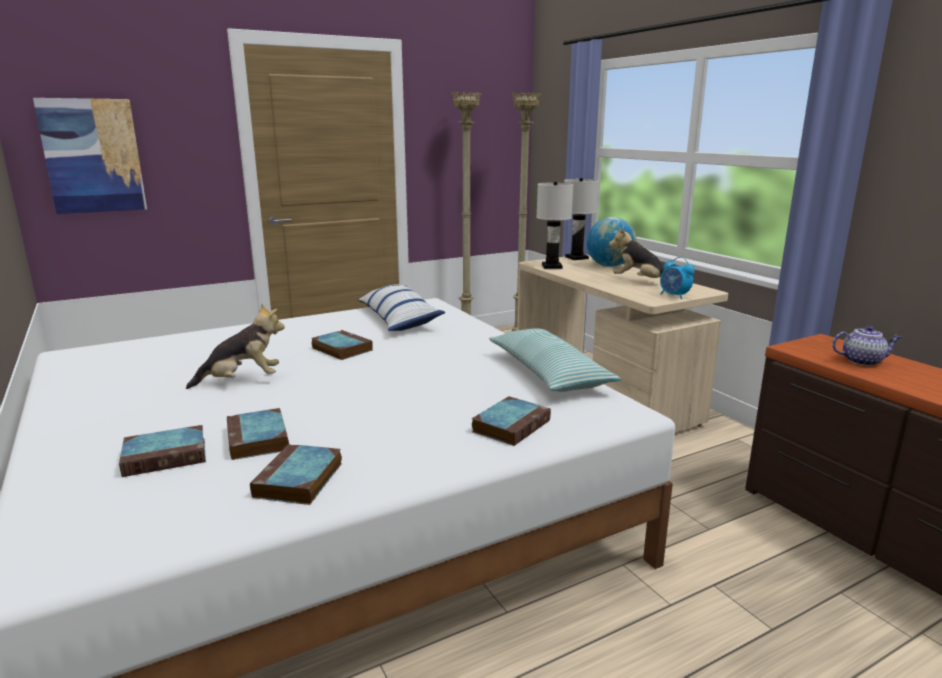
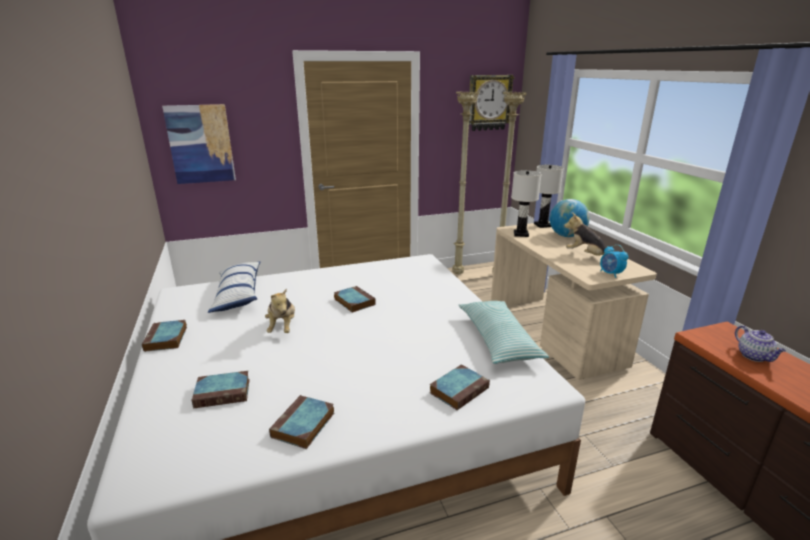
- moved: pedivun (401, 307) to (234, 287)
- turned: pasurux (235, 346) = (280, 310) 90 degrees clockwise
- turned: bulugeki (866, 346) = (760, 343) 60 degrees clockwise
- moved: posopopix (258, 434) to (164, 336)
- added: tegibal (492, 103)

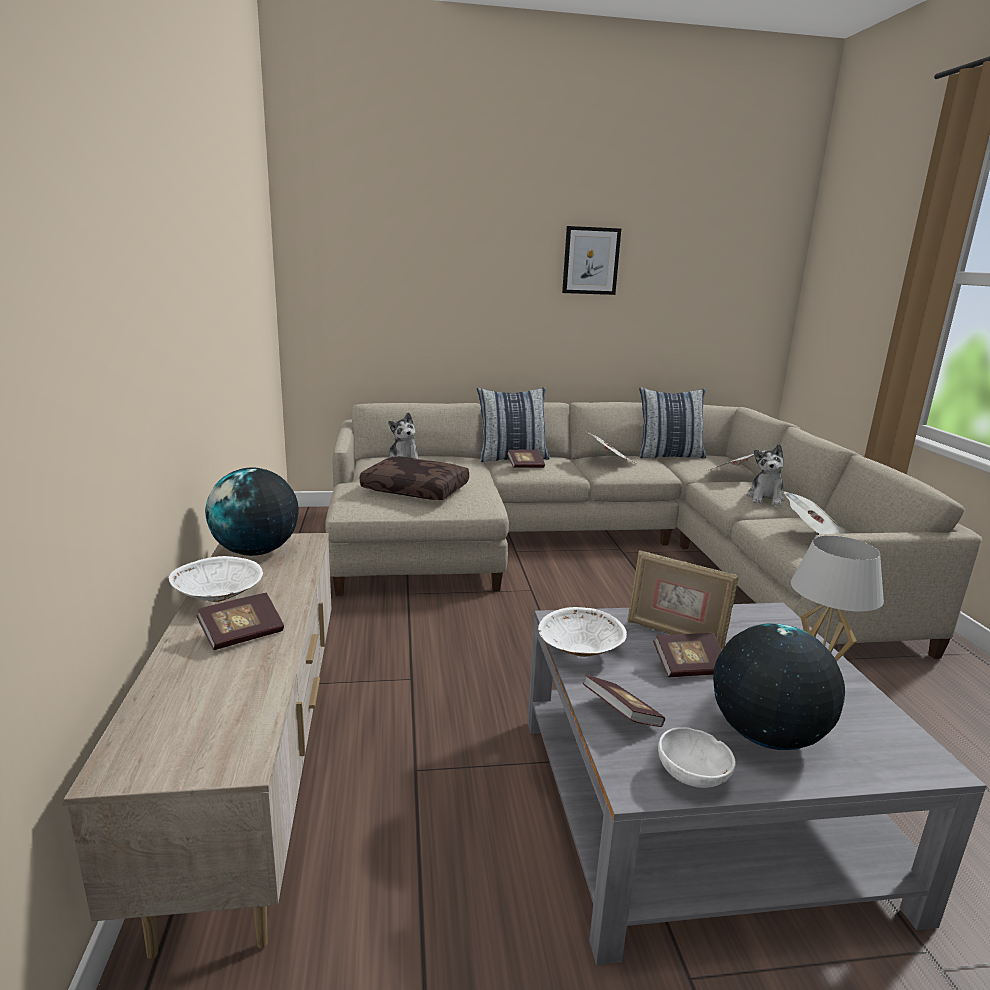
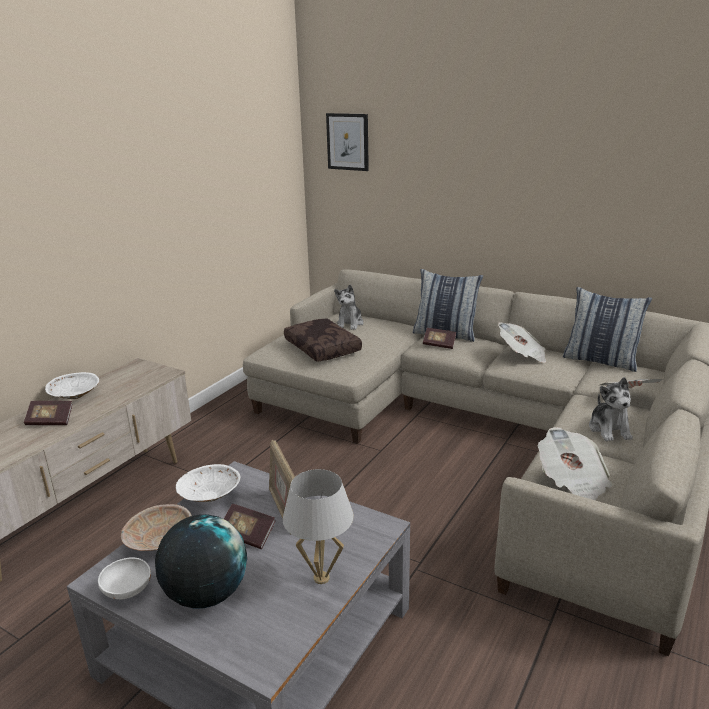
- moved: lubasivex (591, 260) to (347, 142)
- turned: pasurux (766, 475) = (611, 409) 60 degrees counterclockwise
- removed: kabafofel (252, 512)
- replaced: posopopix (624, 701) to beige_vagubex (156, 527)

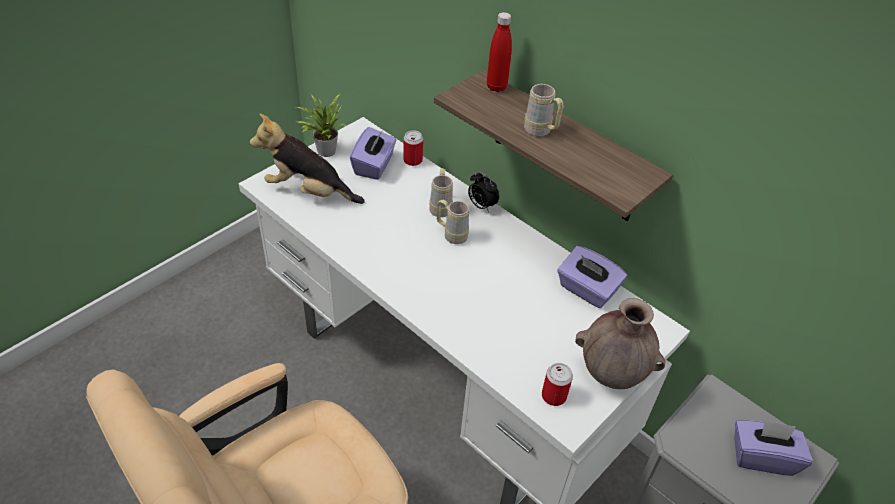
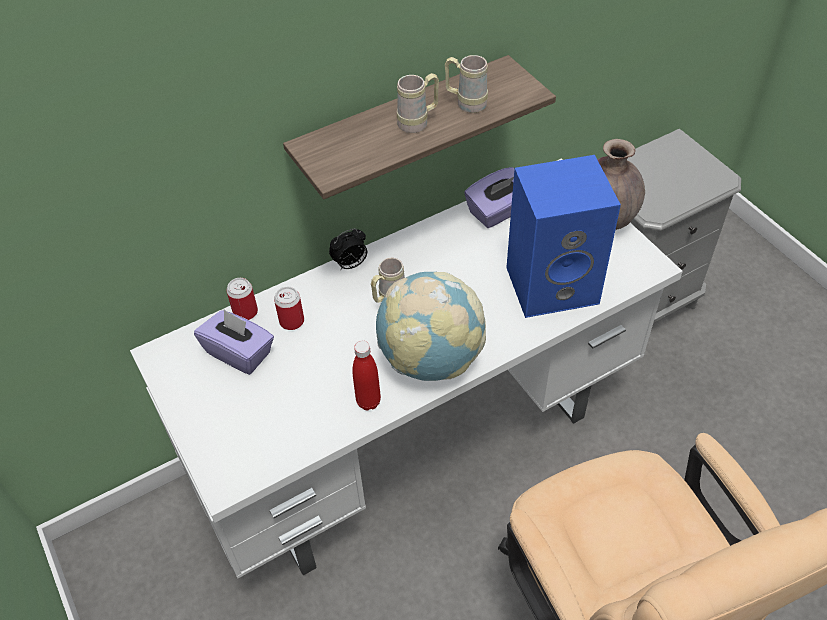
- moved: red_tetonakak (499, 52) to (366, 375)
- removed: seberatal (321, 125)
- removed: pasurux (307, 159)
- moved: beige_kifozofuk (441, 192) to (466, 84)
- moved: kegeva (557, 384) to (289, 308)
- removed: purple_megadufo (773, 448)
- added: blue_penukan (563, 236)
- added: kabafofel (431, 326)

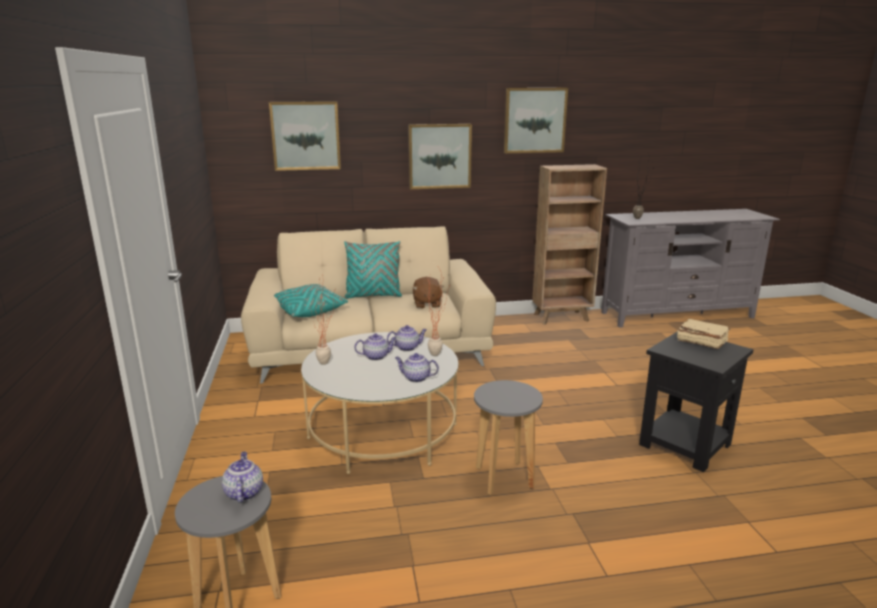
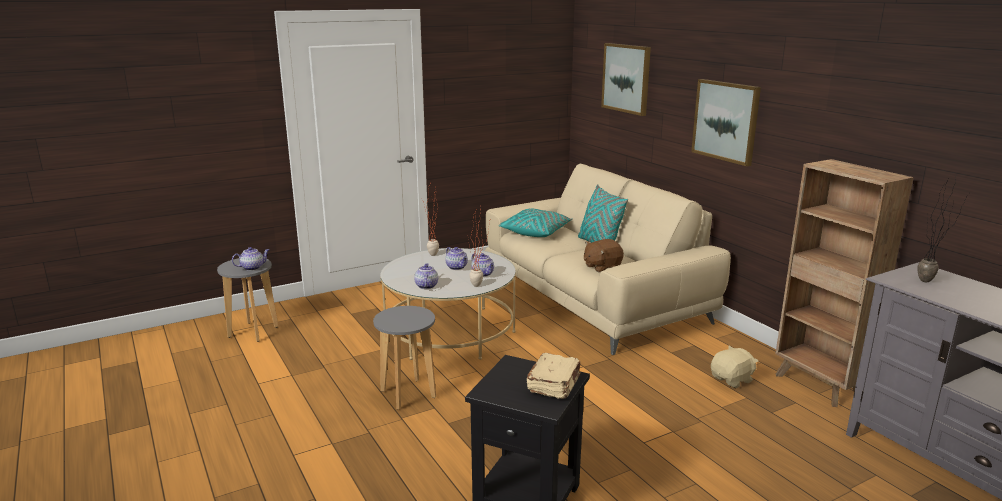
- removed: lubasivex (536, 120)
- added: beige_pasurux (734, 367)

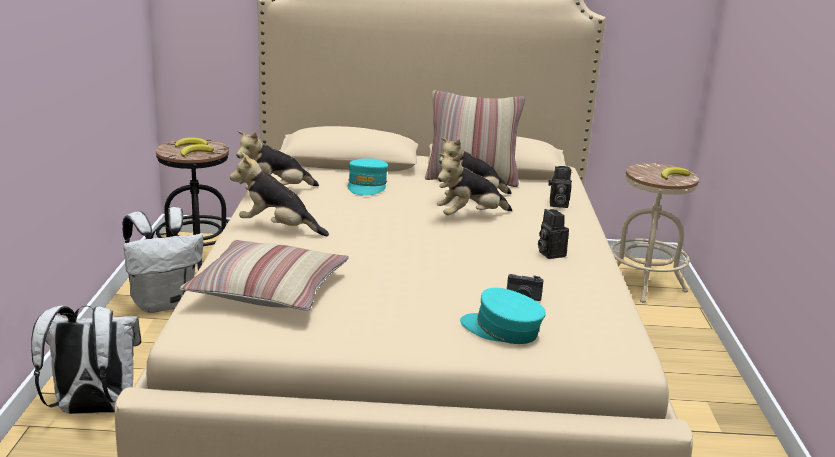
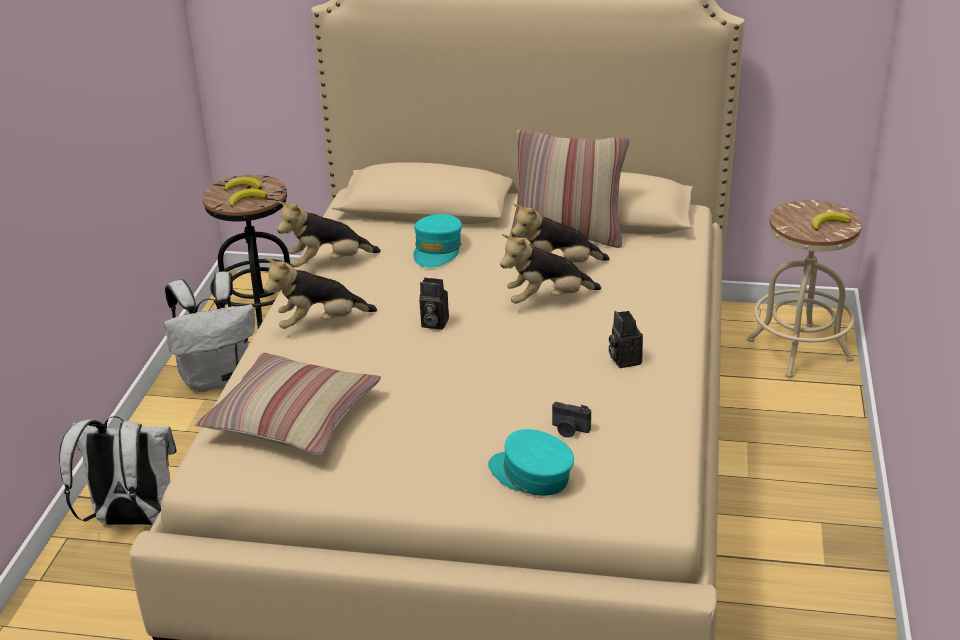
- turned: pasurux (279, 194) = (320, 293) 45 degrees counterclockwise
- moved: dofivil (560, 187) to (434, 304)

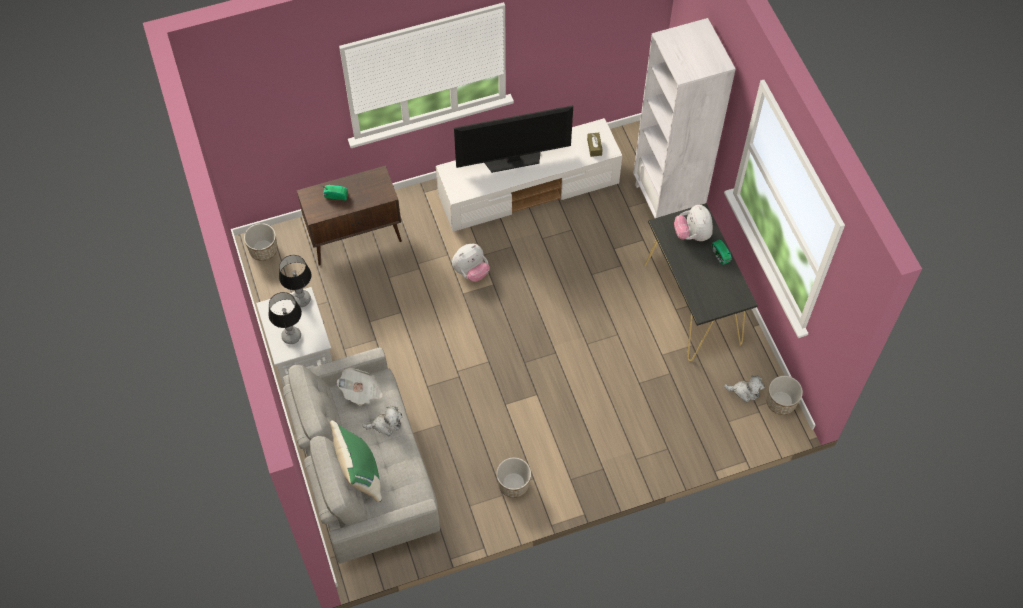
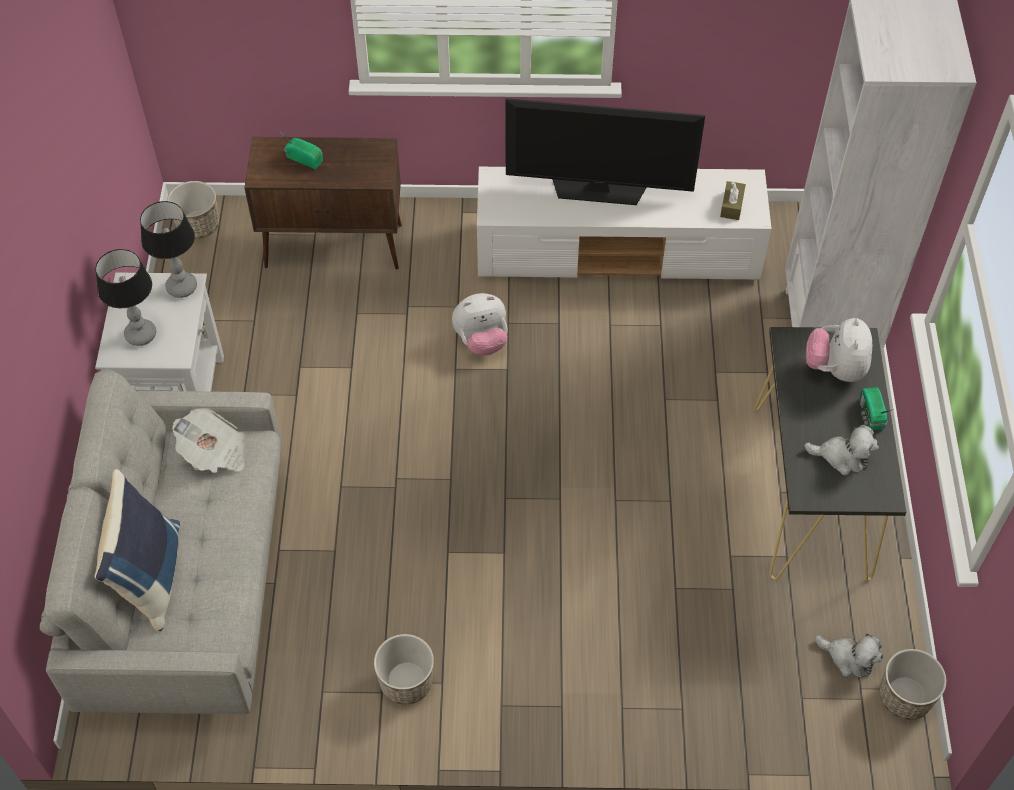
- moved: pasurux (382, 421) to (841, 450)
- recoloured: green_pedivun (356, 461) to blue_pedivun (137, 550)

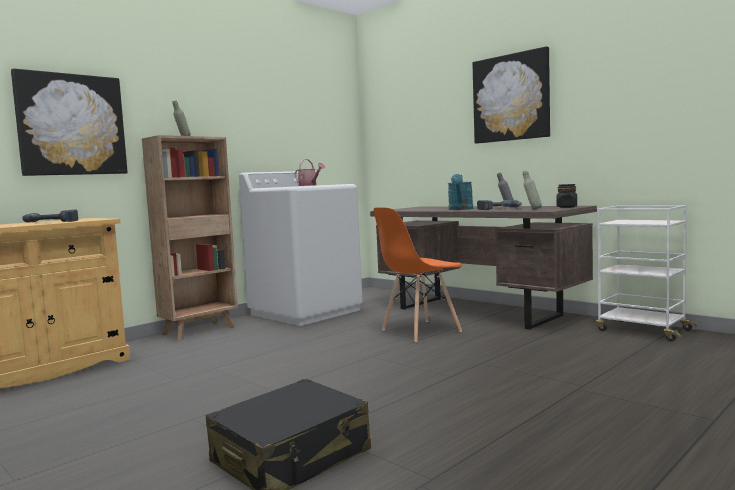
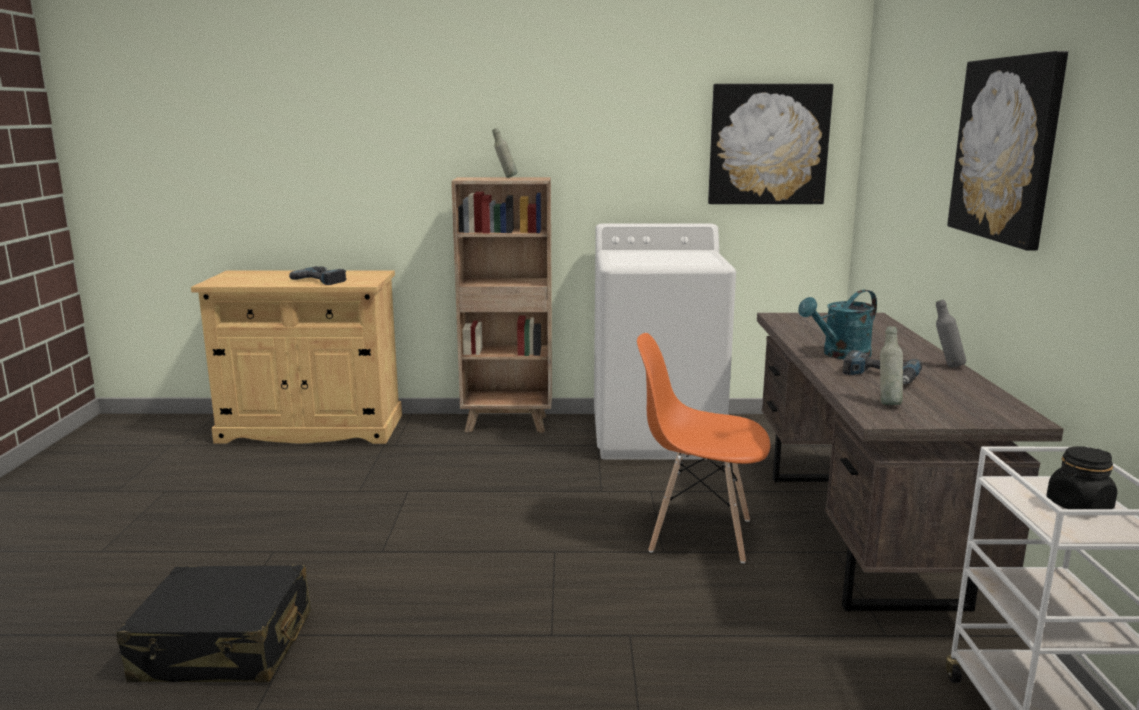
- moved: lubasivex (69, 122) to (770, 144)
- removed: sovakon (309, 172)
- moved: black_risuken (567, 196) to (1082, 477)

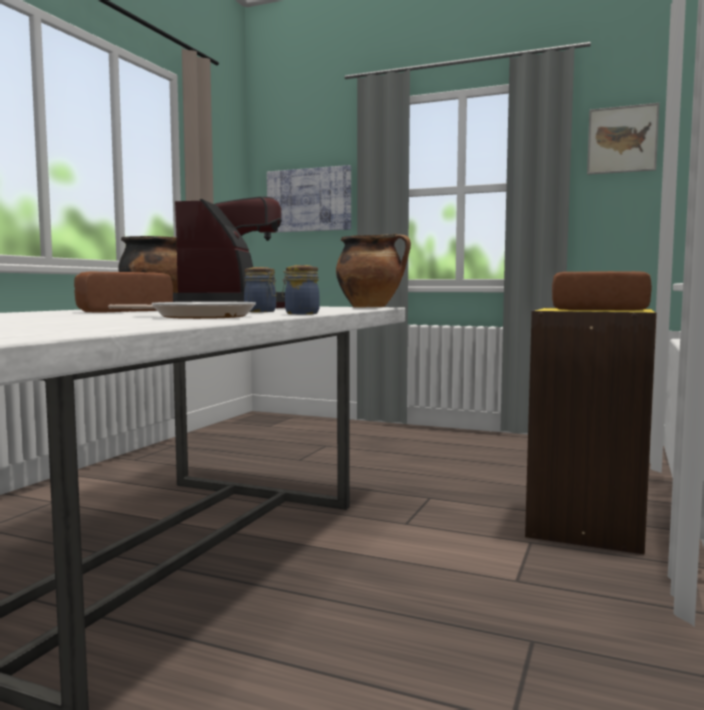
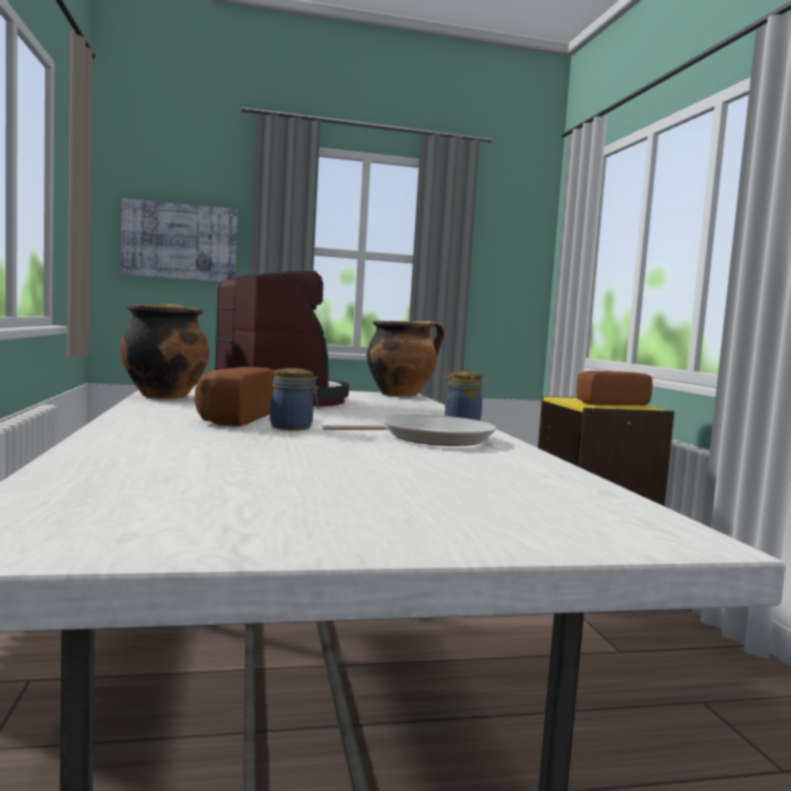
- removed: lubasivex (623, 139)
- moved: risuken (260, 289) to (294, 399)

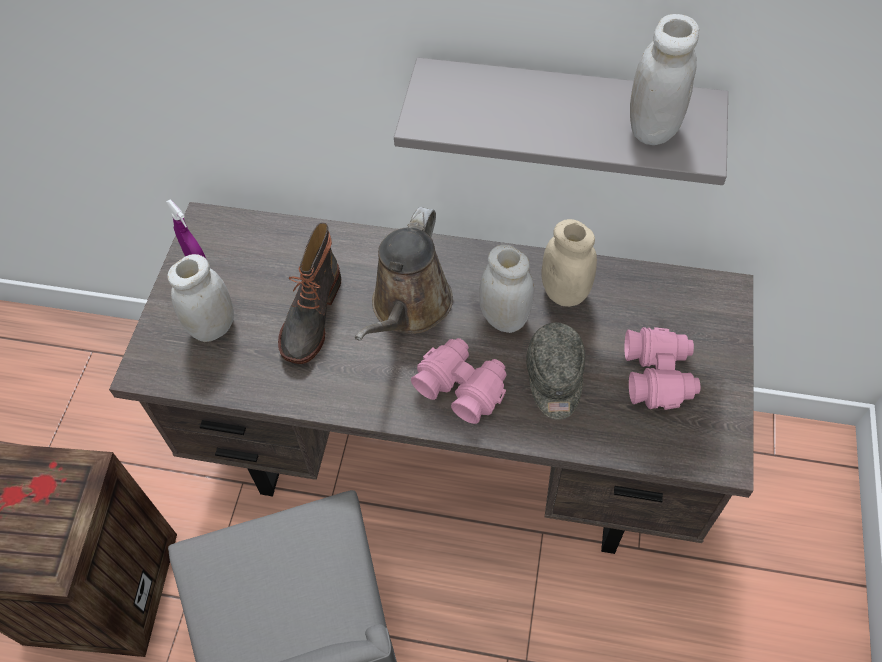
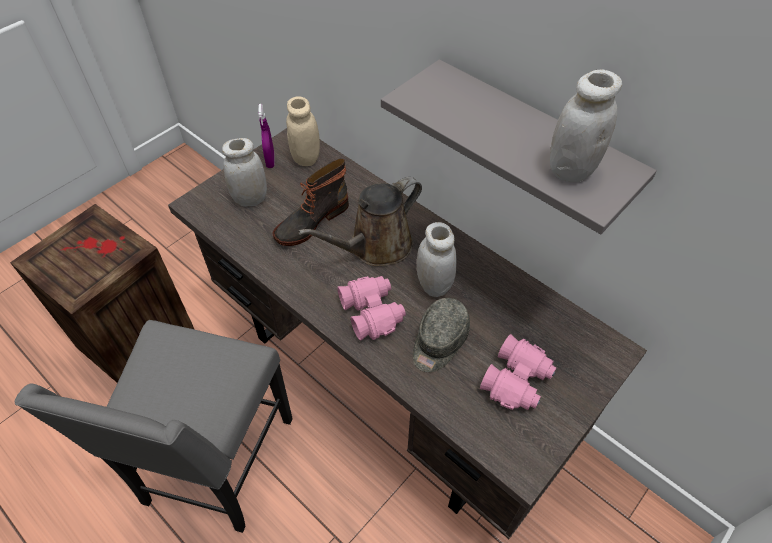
- moved: beige_risuken (569, 263) to (303, 131)

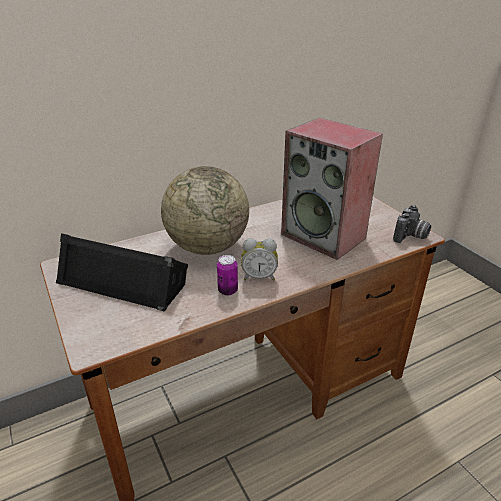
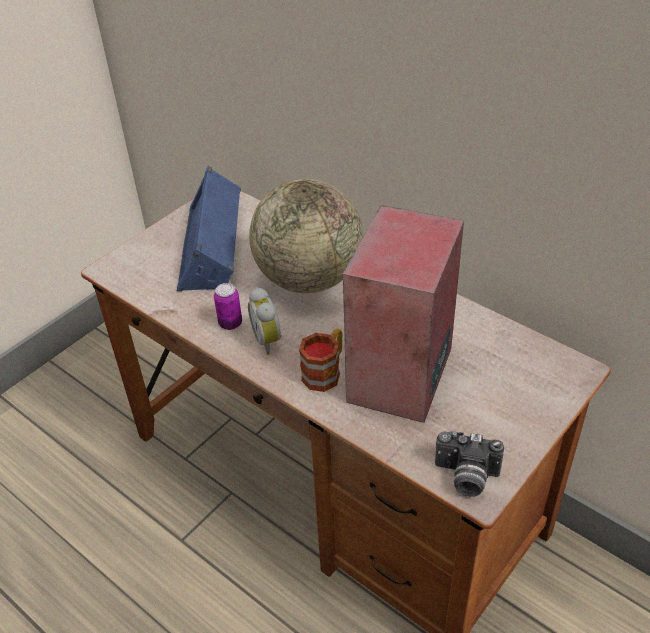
- recoloured: black_penukan (122, 272) to blue_penukan (209, 228)
- added: kifozofuk (321, 360)

